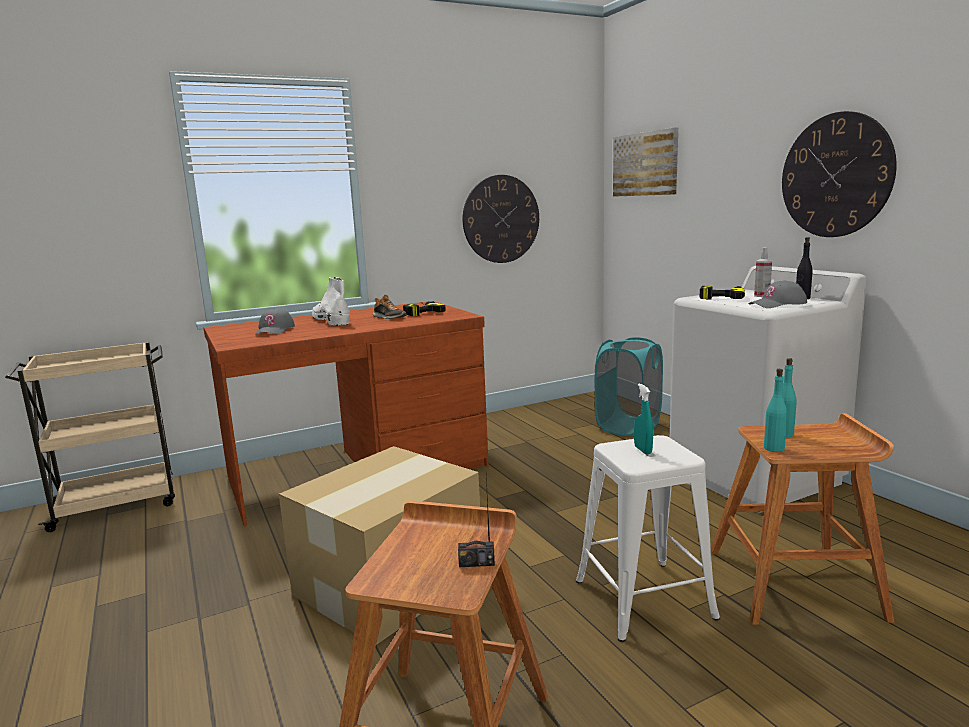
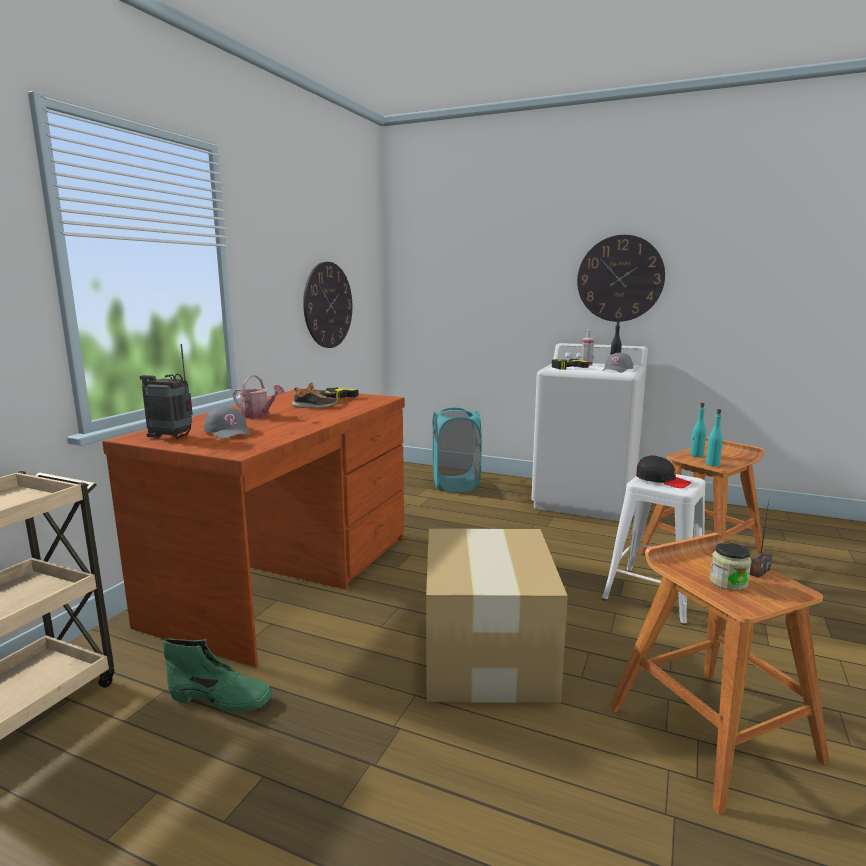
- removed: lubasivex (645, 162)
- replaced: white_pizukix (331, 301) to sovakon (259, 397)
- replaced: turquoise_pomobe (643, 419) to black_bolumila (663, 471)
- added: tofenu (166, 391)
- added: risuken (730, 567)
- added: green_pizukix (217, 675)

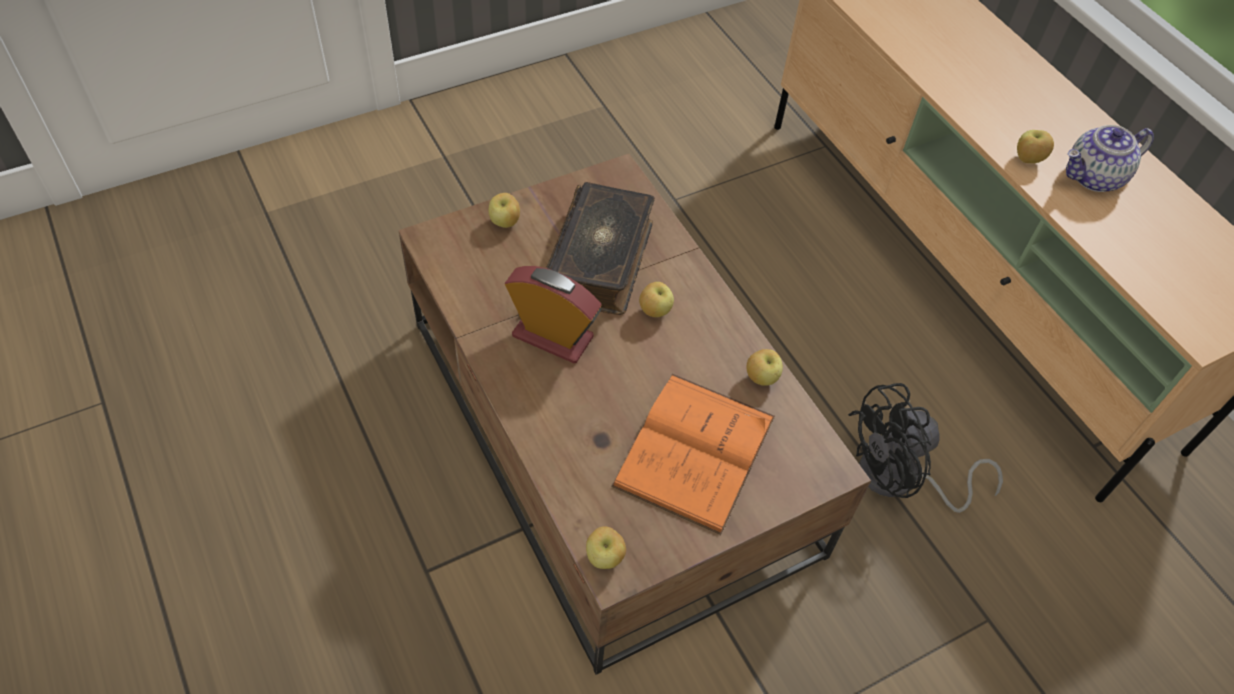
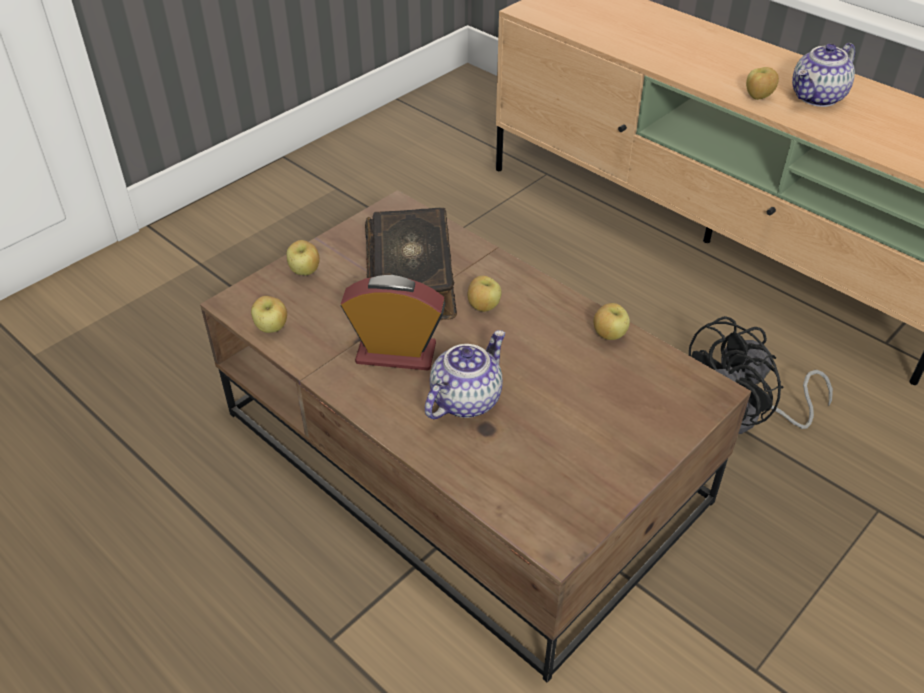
- removed: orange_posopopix (693, 454)
- moved: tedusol (606, 547) to (269, 314)
- added: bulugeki (465, 374)

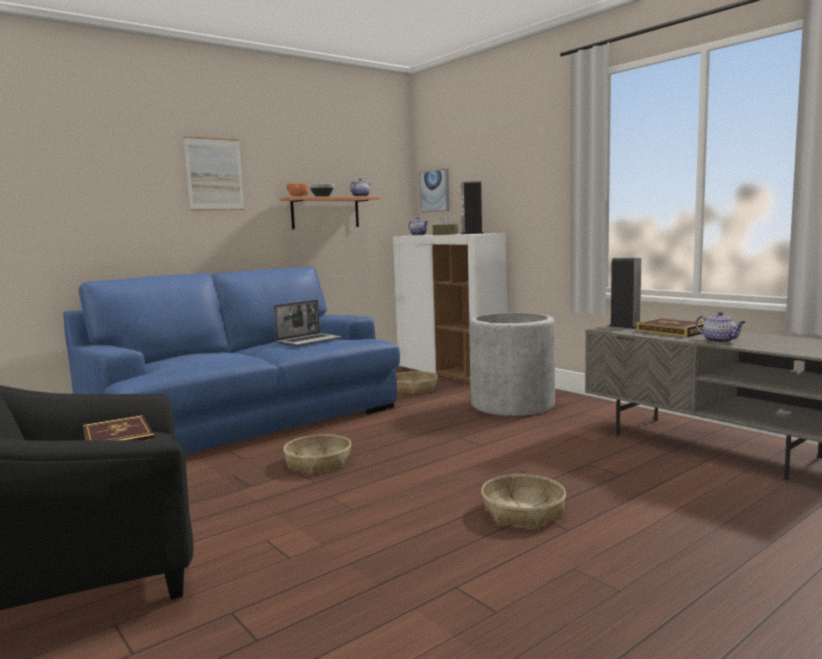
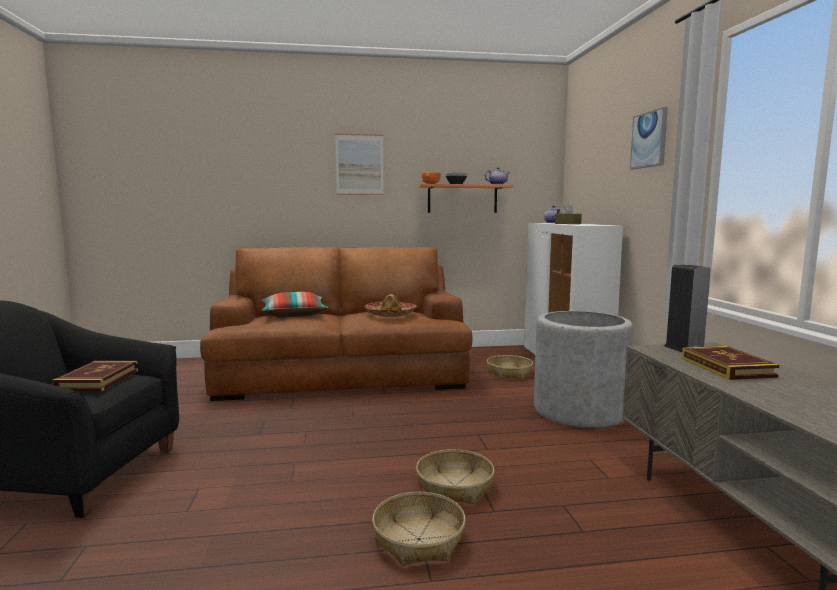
- moved: lubasivex (434, 190) to (649, 138)
- removed: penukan (472, 207)
- recoloured: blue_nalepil (231, 360) to brown_nalepil (336, 324)
- replaced: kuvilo (307, 323) to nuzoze (391, 305)
- removed: bulugeki (720, 327)
- moved: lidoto (317, 454) to (455, 476)
- added: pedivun (294, 304)

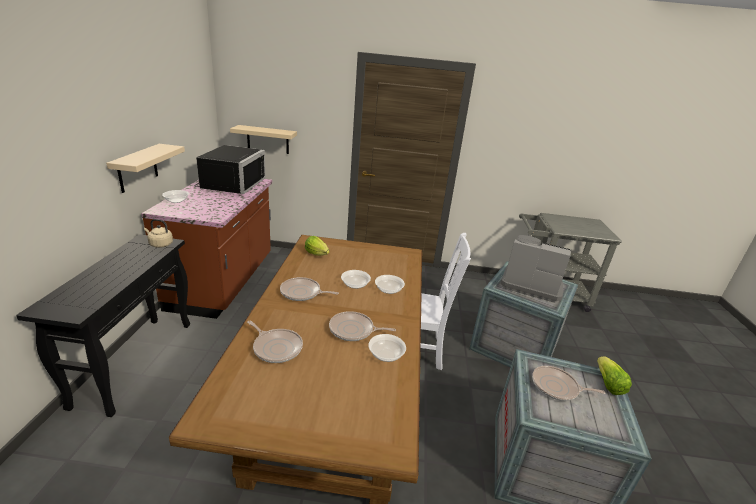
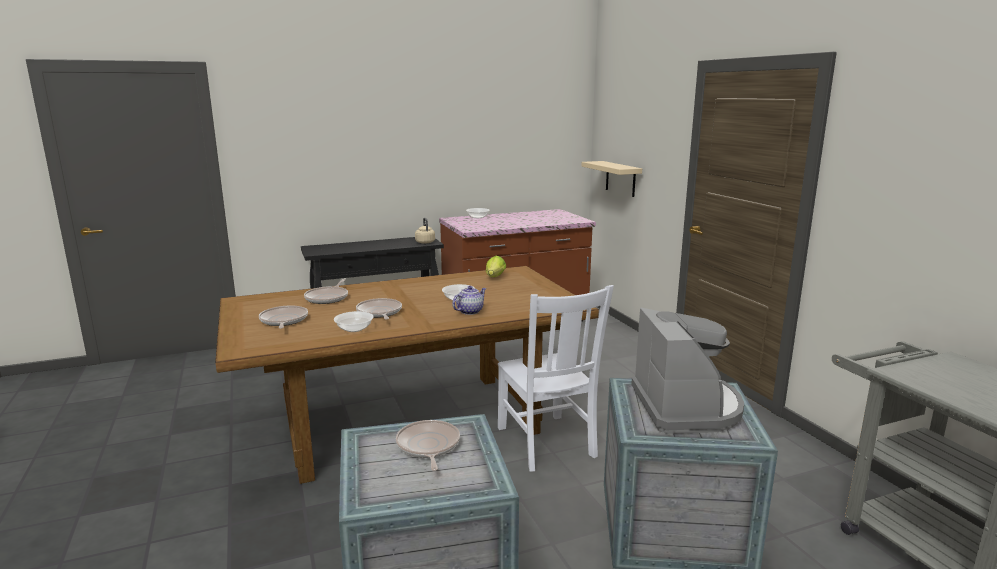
- removed: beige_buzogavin (145, 168)
- removed: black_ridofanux (230, 169)
- replaced: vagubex (390, 284) to bulugeki (469, 300)
- moved: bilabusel (309, 289) to (283, 317)
- removed: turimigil (614, 375)

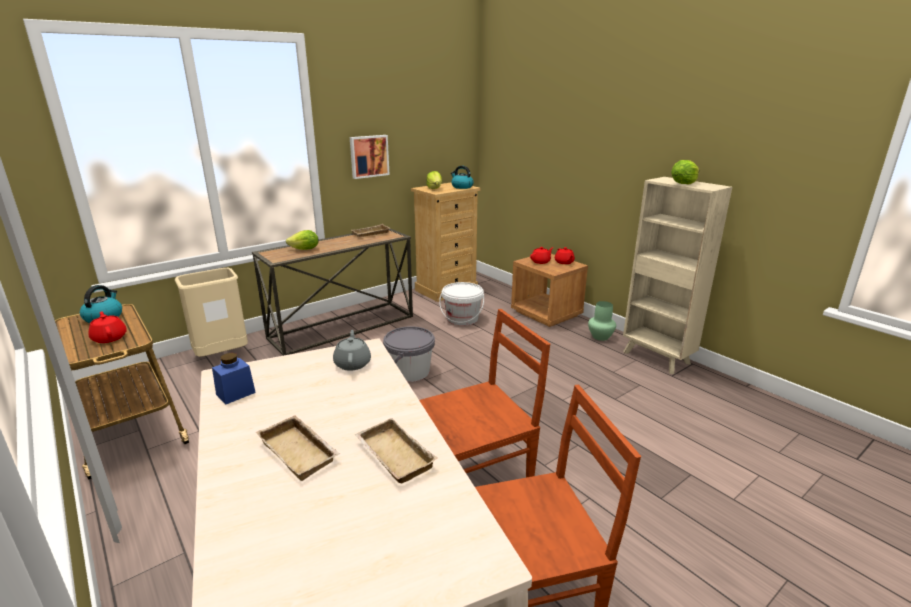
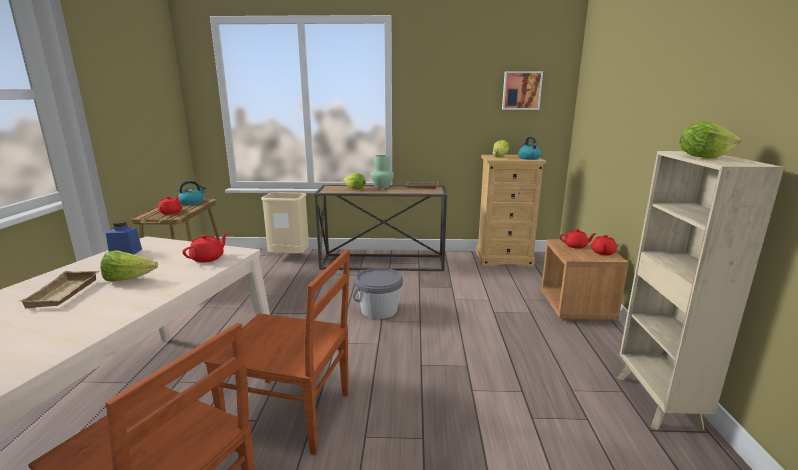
- moved: lubasivex (370, 157) to (522, 90)
- removed: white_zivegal (461, 304)
- moved: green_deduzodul (602, 321) to (382, 171)
- recoloured: grey_bulugeki (352, 350) to red_bulugeki (205, 248)
- removed: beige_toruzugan (396, 450)
- added: turimigil (129, 266)

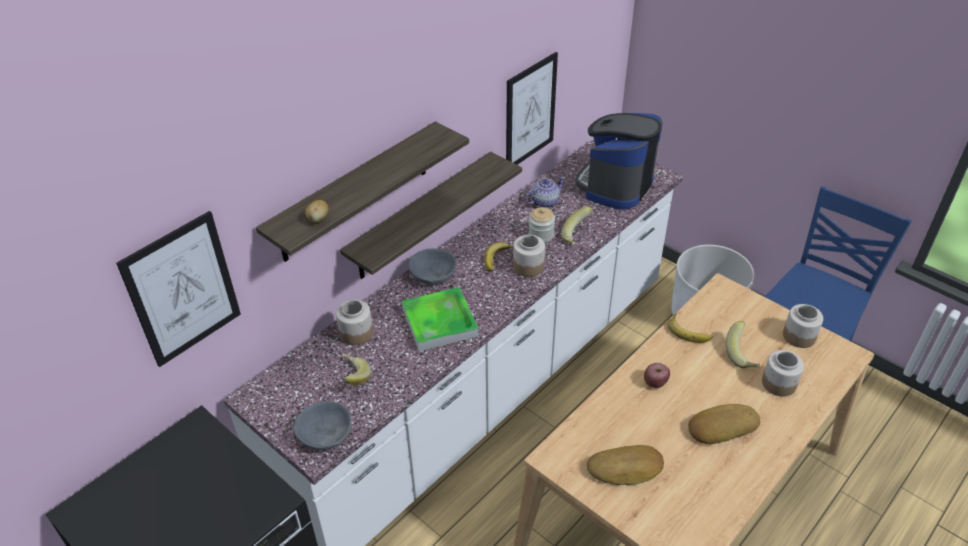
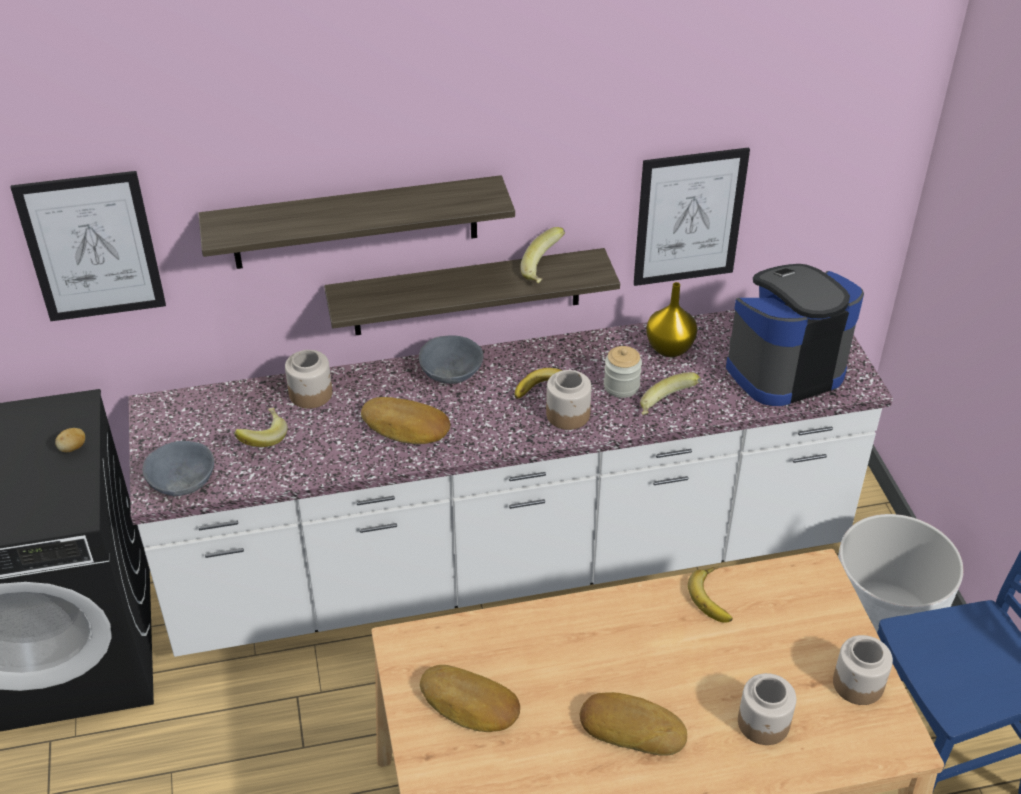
- replaced: bulugeki (545, 192) to yellow_deduzodul (671, 319)
- moved: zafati (317, 211) to (70, 440)
- replaced: toruzugan (440, 319) to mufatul (405, 420)
- moved: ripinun (743, 344) to (542, 255)
- removed: tedusol (657, 375)

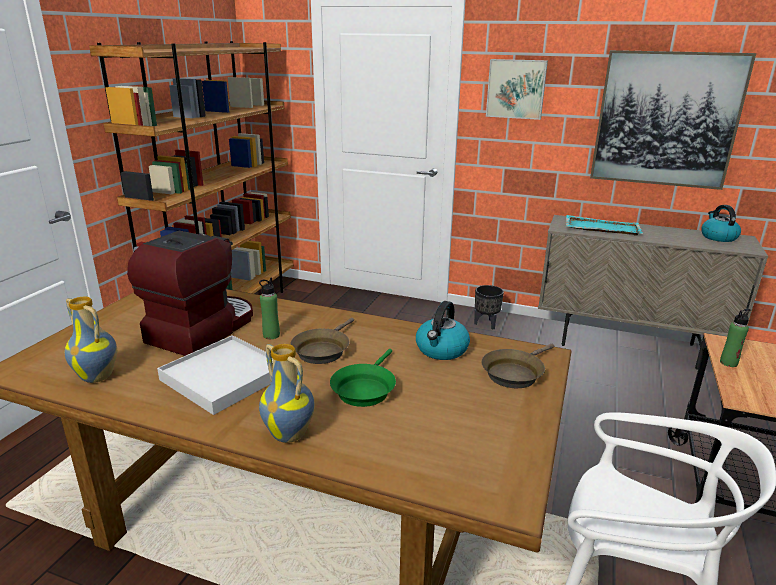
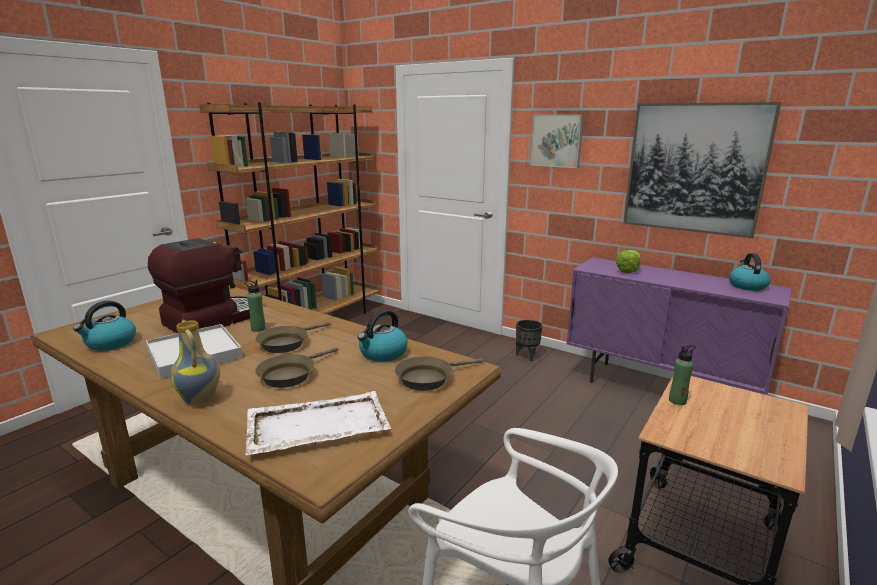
- recoloured: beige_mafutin (653, 292) to purple_mafutin (679, 326)
- replaced: turquoise_toruzugan (604, 225) to turimigil (628, 261)
- replaced: deduzodul (91, 340) to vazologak (104, 326)
- recoloured: green_bilabusel (363, 378) to brown_bilabusel (296, 367)
- added: white_toruzugan (318, 423)

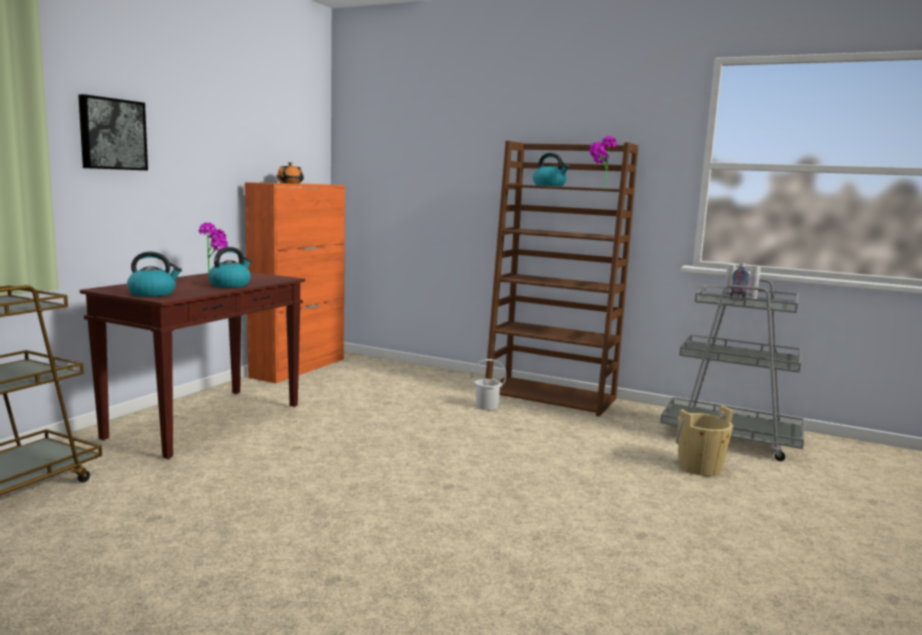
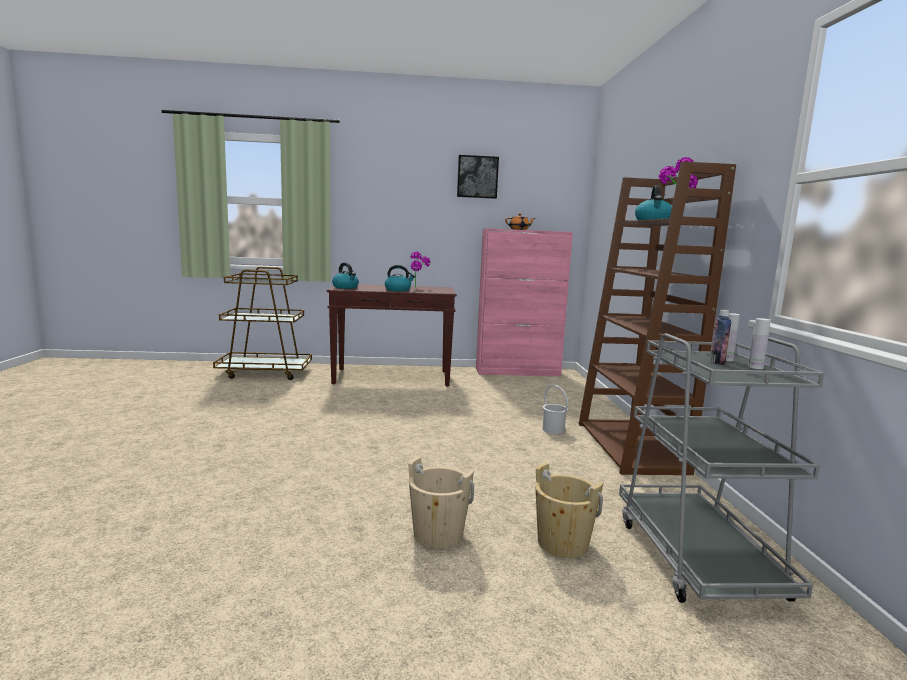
- moved: lubasivex (113, 132) to (478, 177)
- recoloured: orange_mafutin (295, 282) to pink_mafutin (524, 302)
- added: beige_zivegal (441, 502)

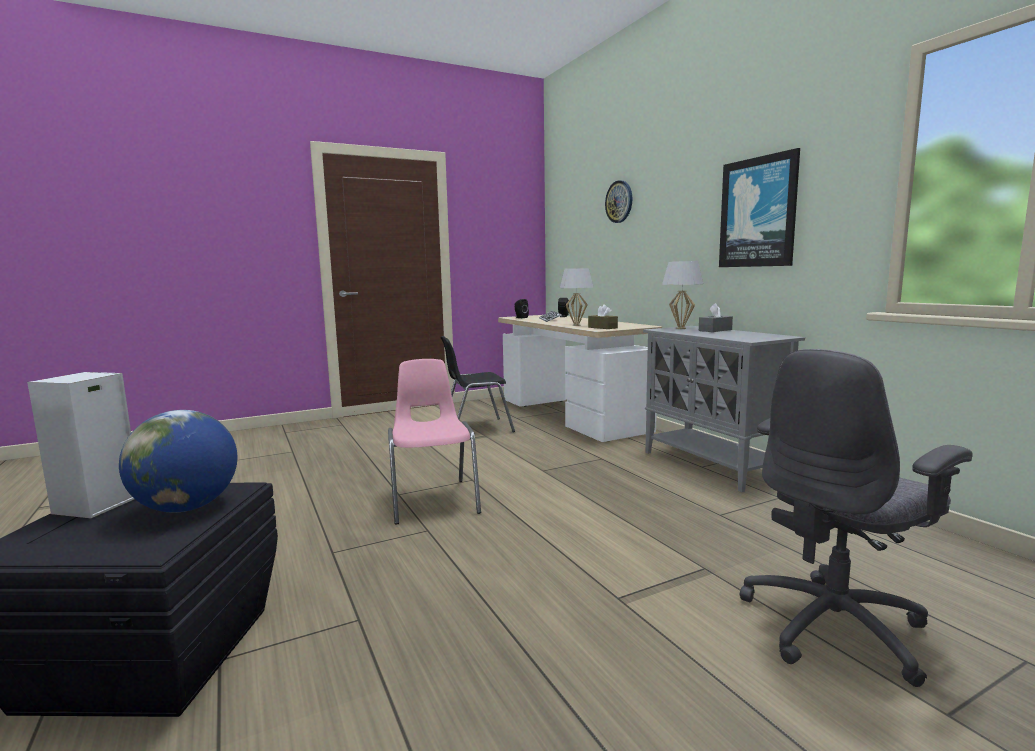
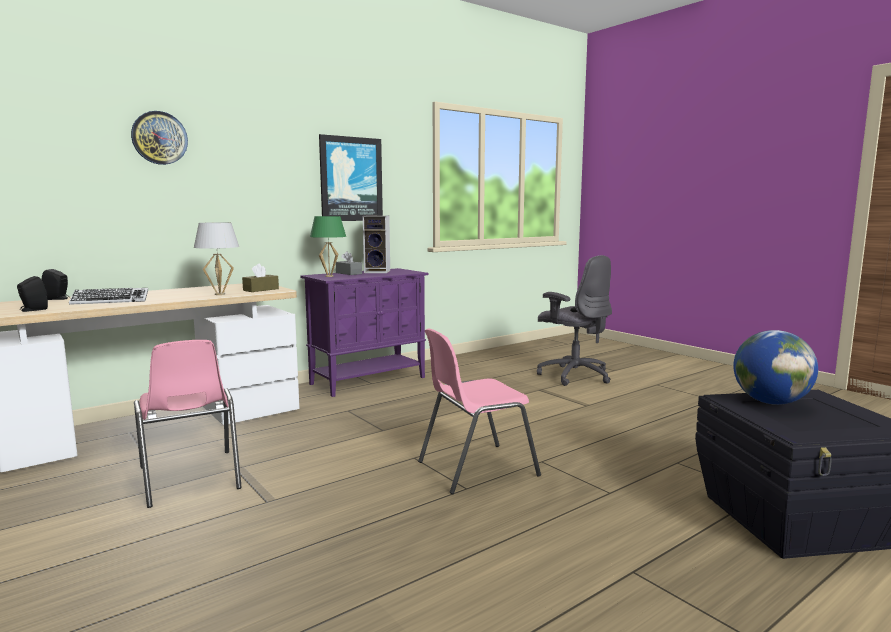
- recoloured: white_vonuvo (682, 295) to green_vonuvo (328, 246)
- recoloured: grey_mafutin (724, 409) to purple_mafutin (364, 332)
- recoloured: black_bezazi (477, 384) to pink_bezazi (188, 424)
- moved: penukan (80, 445) to (376, 244)

